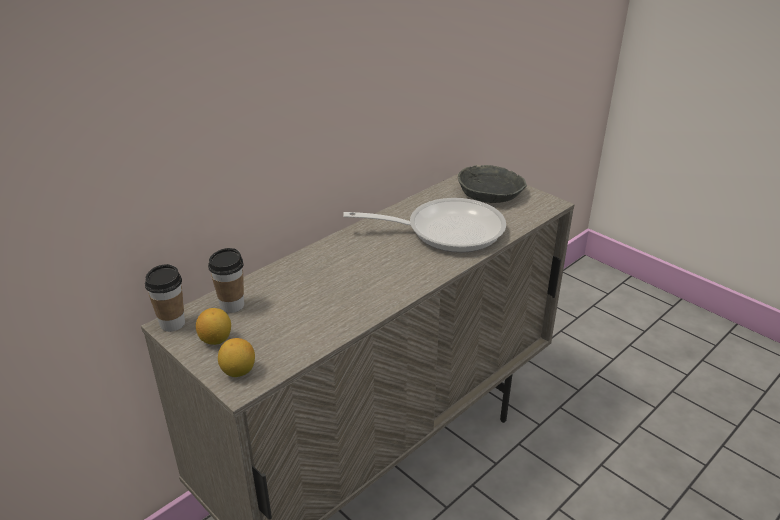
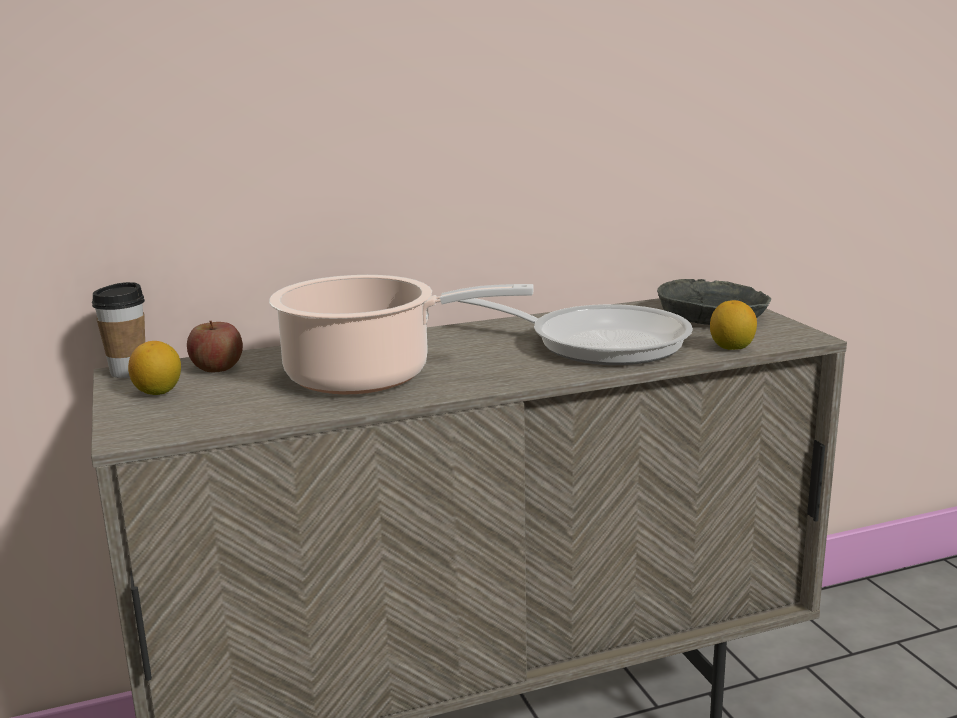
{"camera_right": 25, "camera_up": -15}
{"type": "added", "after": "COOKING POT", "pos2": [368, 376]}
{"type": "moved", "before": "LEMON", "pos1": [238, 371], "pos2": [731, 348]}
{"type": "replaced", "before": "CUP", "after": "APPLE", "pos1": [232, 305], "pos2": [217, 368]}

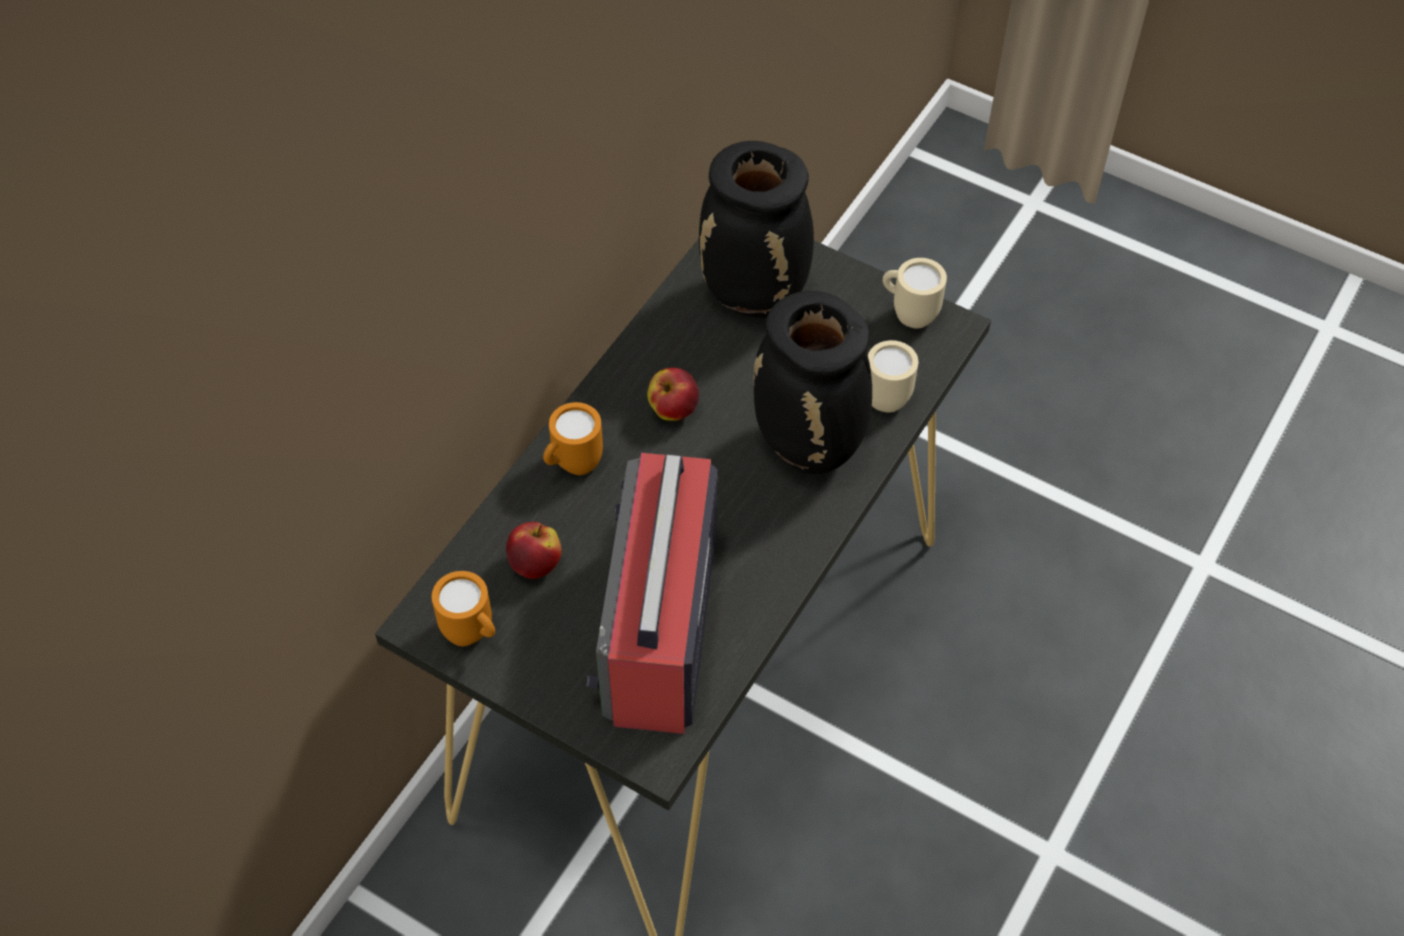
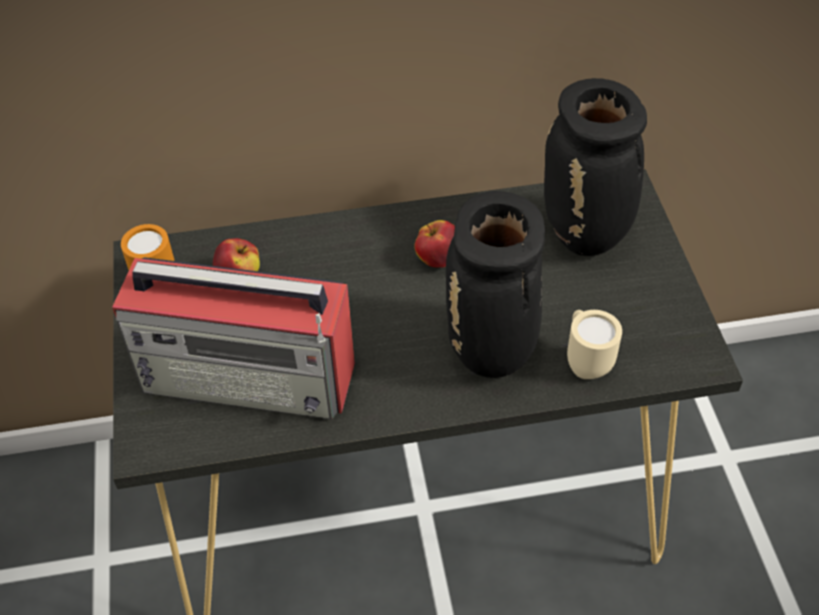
{"camera_right": 50, "camera_up": -5}
{"type": "removed", "before": "ORANGE MUG", "pos1": [572, 465]}
{"type": "removed", "before": "BEIGE MUG", "pos1": [908, 314]}
{"type": "turned", "before": "RADIO", "pos1": [660, 630], "pos2": [250, 376], "turn": -135}

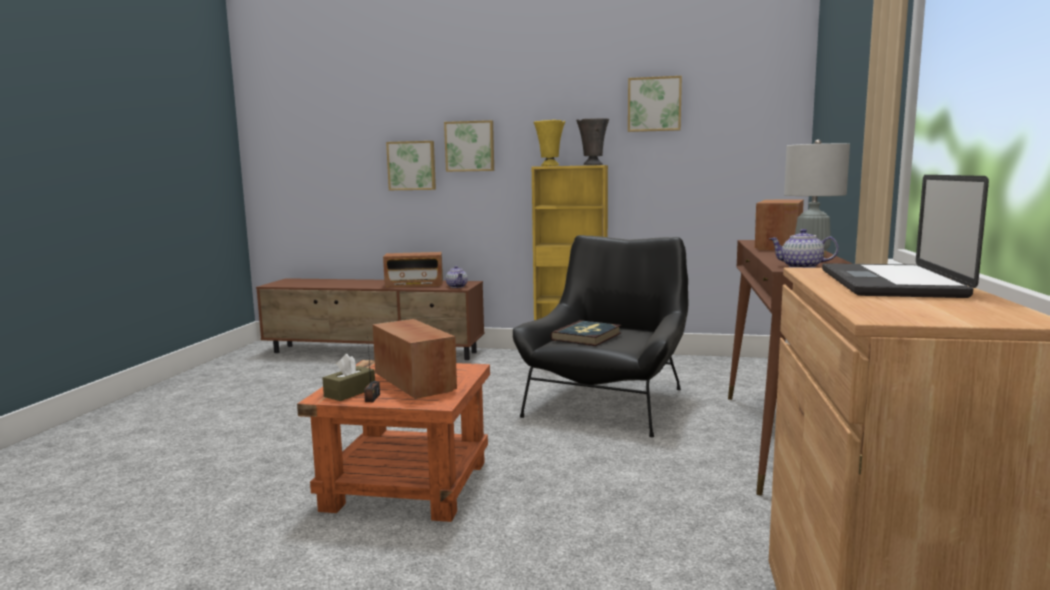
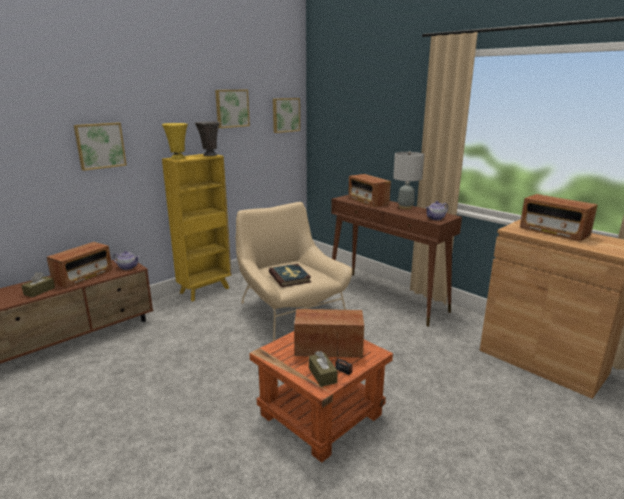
{"camera_right": -55, "camera_up": 10}
{"type": "added", "after": "BROWN TISSUE BOX", "pos2": [39, 291]}
{"type": "moved", "before": "PICTURE", "pos1": [412, 165], "pos2": [285, 115]}
{"type": "replaced", "before": "LAPTOP", "after": "RADIO", "pos1": [889, 283], "pos2": [553, 232]}
{"type": "recoloured", "before": "BLACK ARMCHAIR", "after": "BEIGE ARMCHAIR", "pos1": [608, 402], "pos2": [290, 311]}

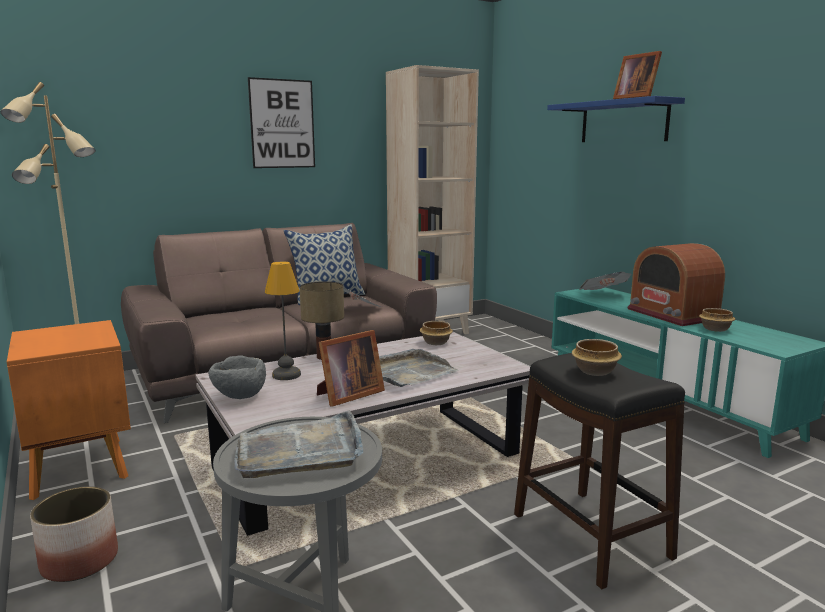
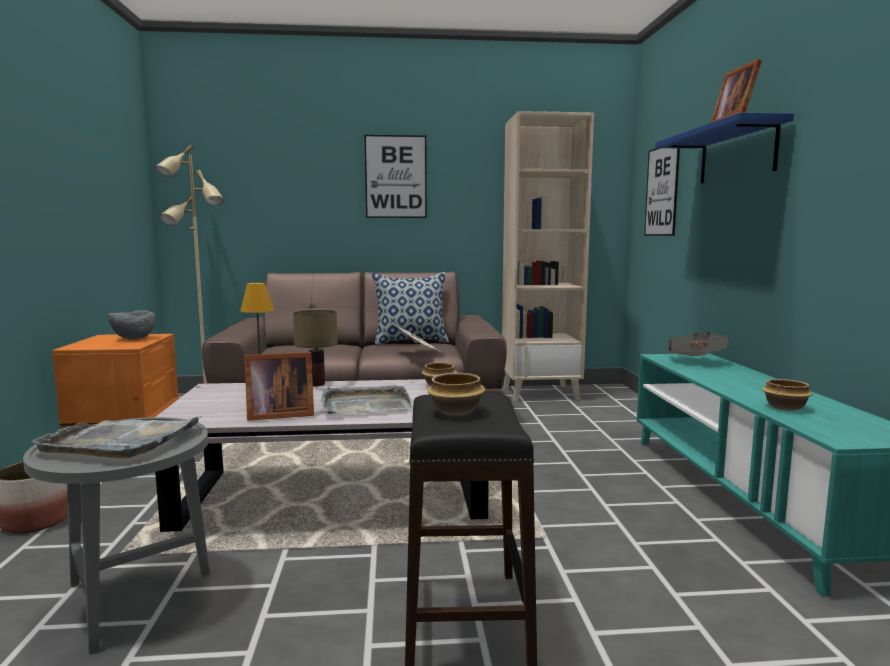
{"camera_right": 25, "camera_up": -5}
{"type": "removed", "before": "RADIO", "pos1": [672, 314]}
{"type": "added", "after": "PICTURE", "pos2": [662, 191]}
{"type": "moved", "before": "GREY BOWL", "pos1": [239, 396], "pos2": [133, 339]}

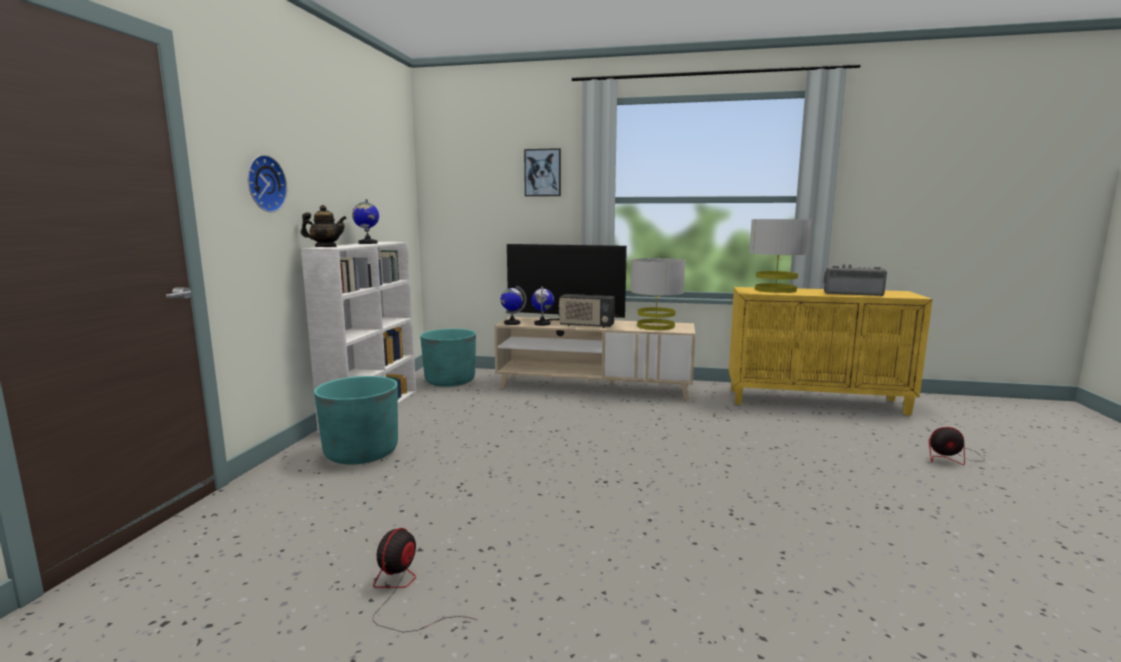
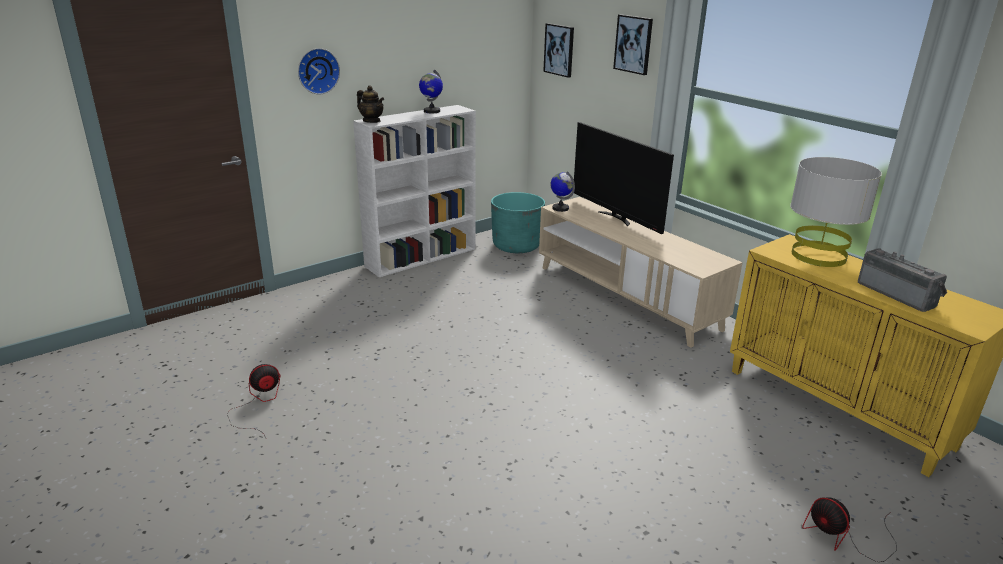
{"camera_right": 40, "camera_up": 15}
{"type": "removed", "before": "TURQUOISE PLANTER", "pos1": [361, 453]}
{"type": "removed", "before": "GLOBE", "pos1": [542, 324]}
{"type": "removed", "before": "RADIO", "pos1": [586, 326]}
{"type": "removed", "before": "GREY TABLE LAMP", "pos1": [655, 326]}
{"type": "added", "after": "PICTURE", "pos2": [559, 50]}

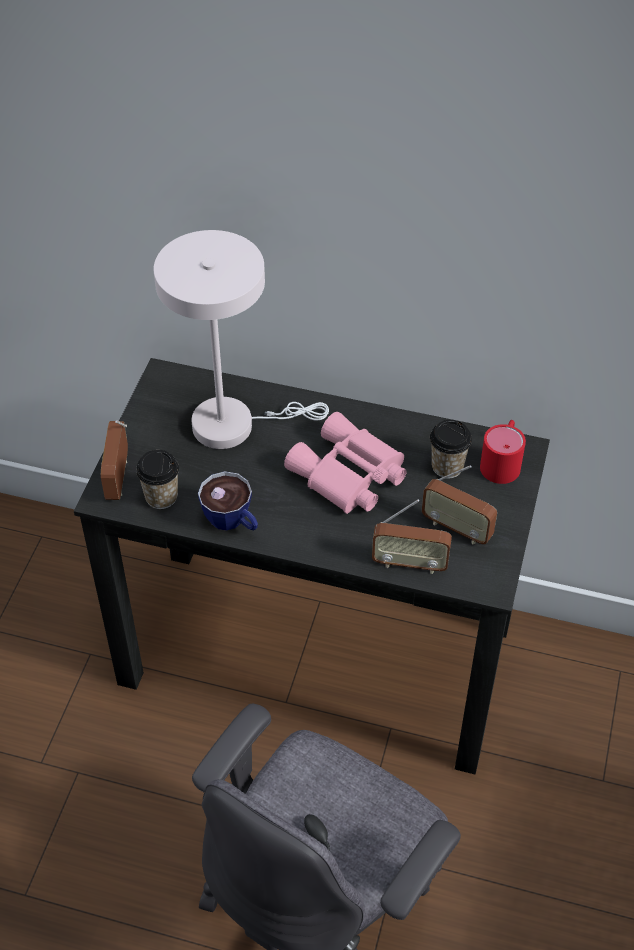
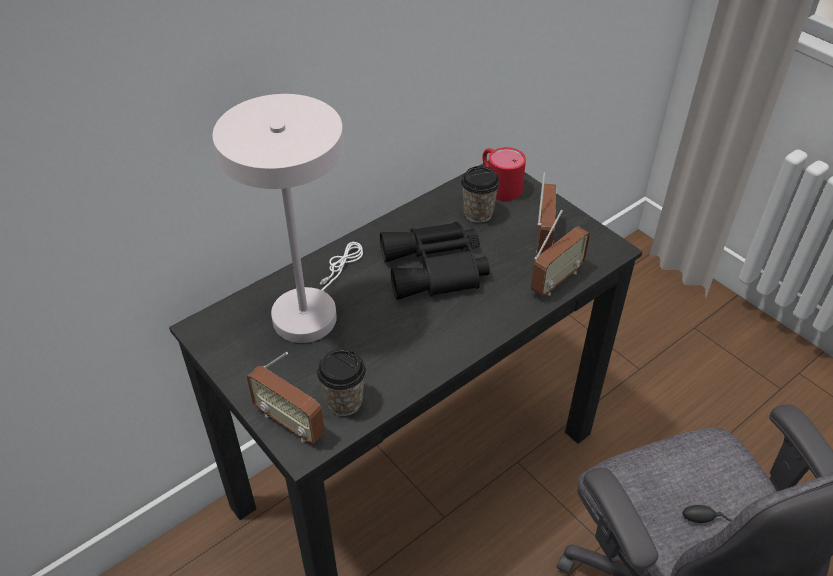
{"camera_right": -55, "camera_up": -5}
{"type": "removed", "before": "CUP", "pos1": [233, 522]}
{"type": "recoloured", "before": "PINK BINOCULARS", "after": "BLACK BINOCULARS", "pos1": [348, 476], "pos2": [436, 270]}
{"type": "turned", "before": "RADIO", "pos1": [457, 528], "pos2": [542, 238], "turn": -60}

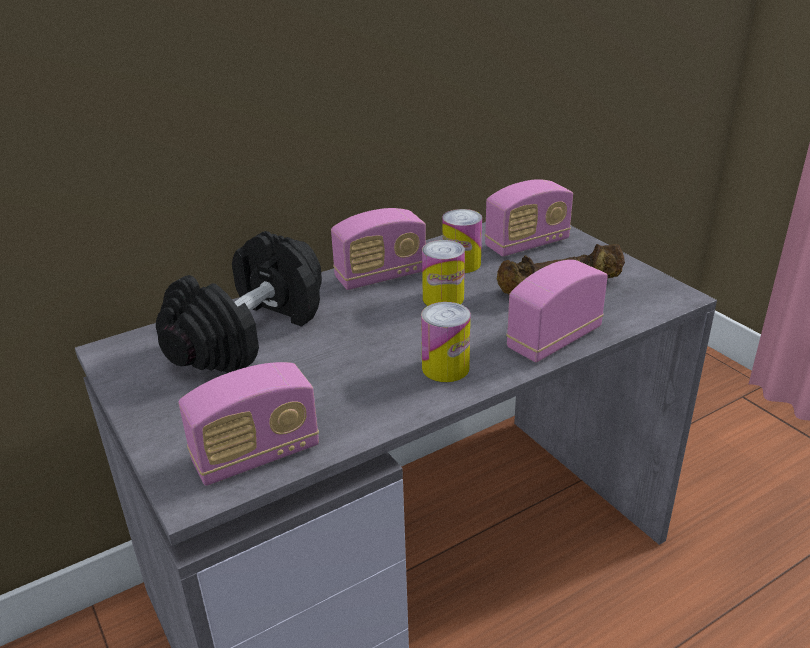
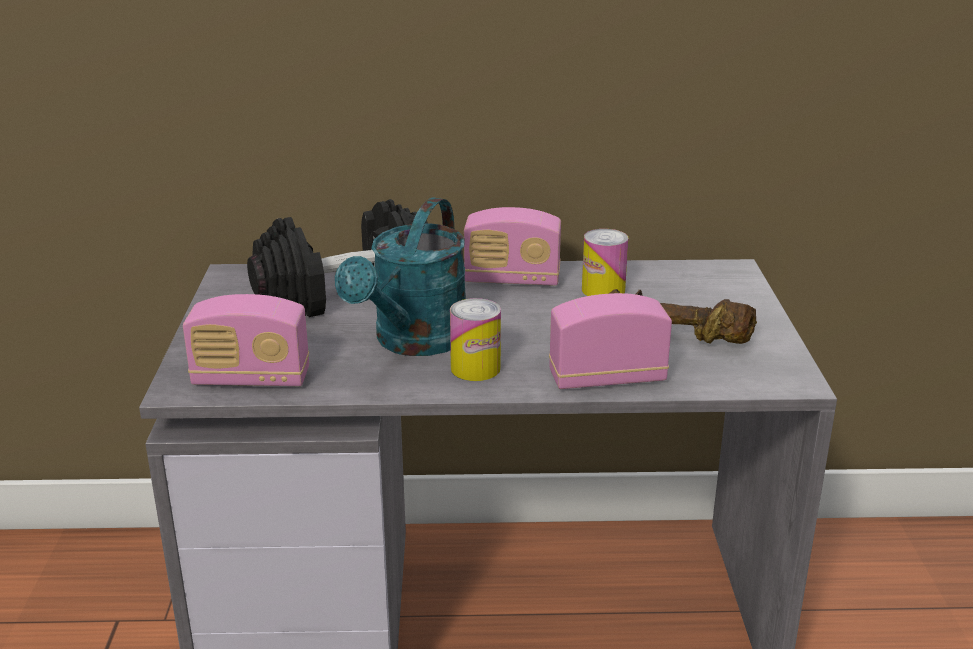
{"camera_right": 30, "camera_up": -5}
{"type": "removed", "before": "CAN", "pos1": [443, 298]}
{"type": "removed", "before": "RADIO", "pos1": [527, 244]}
{"type": "added", "after": "TURQUOISE WATERING CAN", "pos2": [414, 342]}

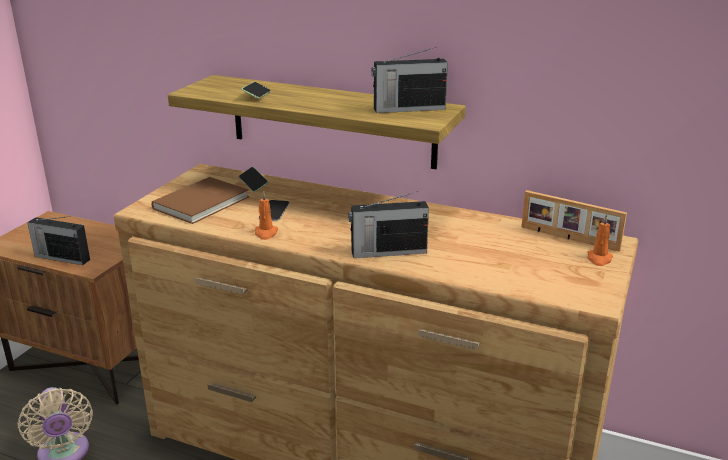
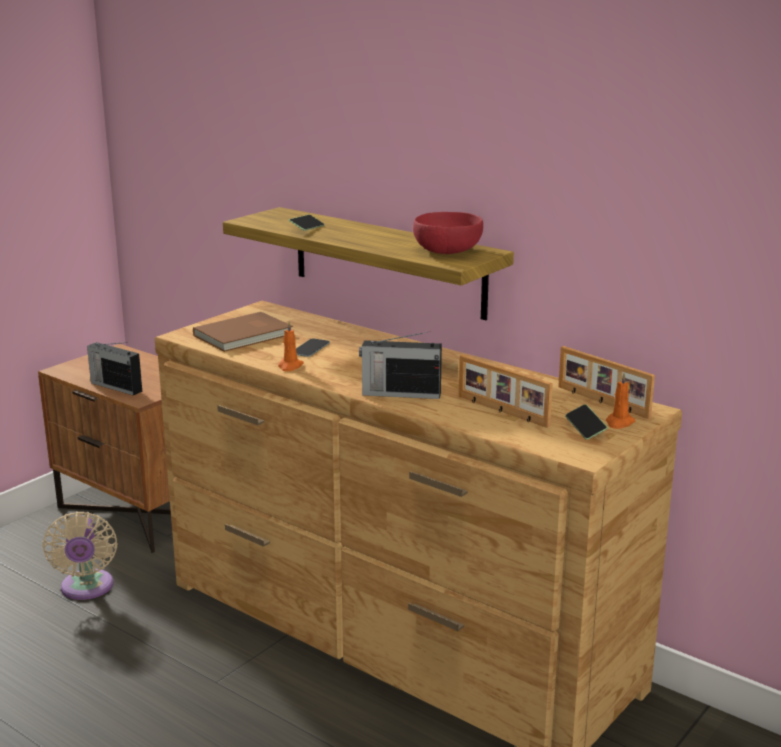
{"camera_right": 15, "camera_up": -5}
{"type": "added", "after": "PICTURE FRAME", "pos2": [501, 411]}
{"type": "moved", "before": "PHONE", "pos1": [253, 184], "pos2": [585, 429]}
{"type": "replaced", "before": "RADIO", "after": "RED BOWL", "pos1": [407, 109], "pos2": [448, 250]}

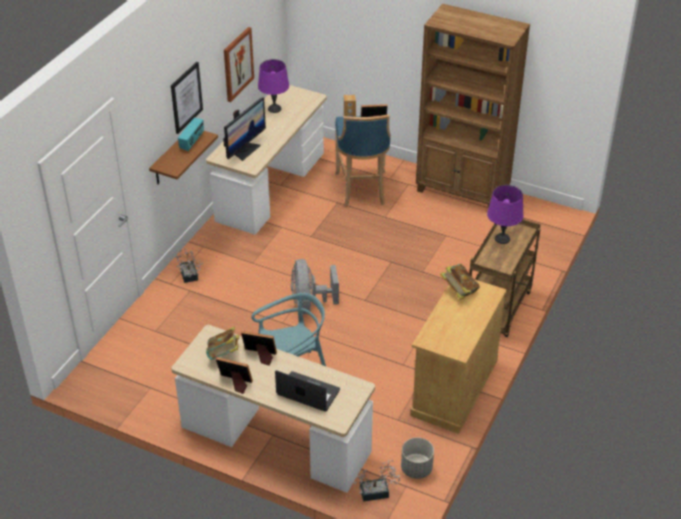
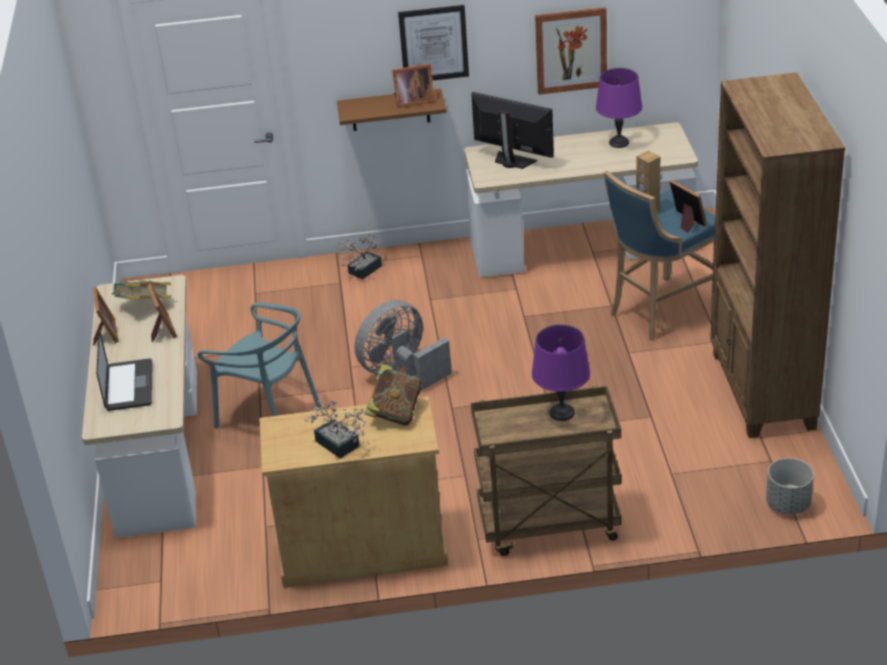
{"camera_right": 60, "camera_up": -5}
{"type": "moved", "before": "POTTED PLANT", "pos1": [378, 492], "pos2": [340, 446]}
{"type": "moved", "before": "GREY PLANTER", "pos1": [416, 469], "pos2": [788, 504]}
{"type": "replaced", "before": "RADIO", "after": "PICTURE FRAME", "pos1": [192, 142], "pos2": [412, 101]}
{"type": "turned", "before": "MONITOR", "pos1": [245, 150], "pos2": [512, 161], "turn": -150}

